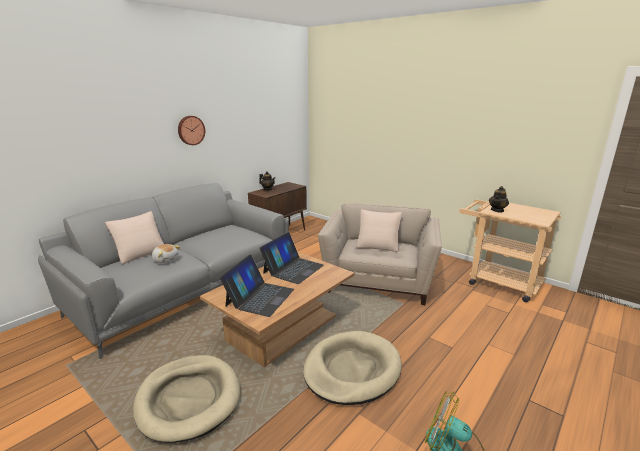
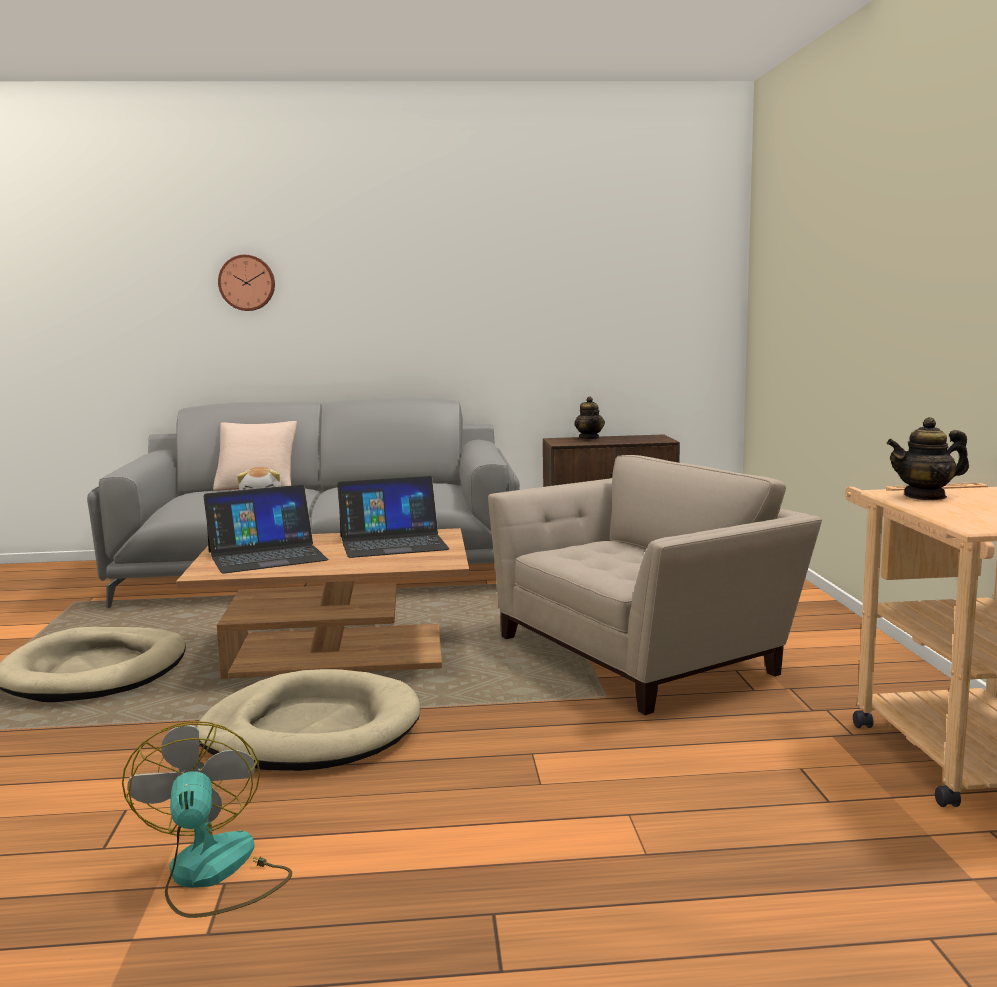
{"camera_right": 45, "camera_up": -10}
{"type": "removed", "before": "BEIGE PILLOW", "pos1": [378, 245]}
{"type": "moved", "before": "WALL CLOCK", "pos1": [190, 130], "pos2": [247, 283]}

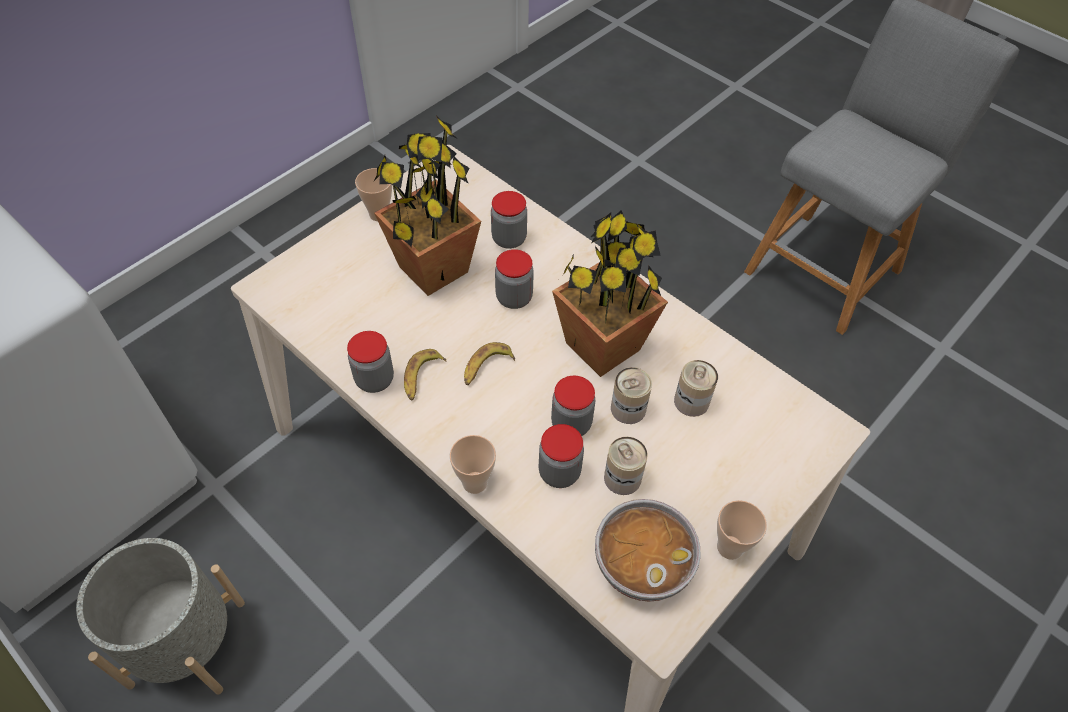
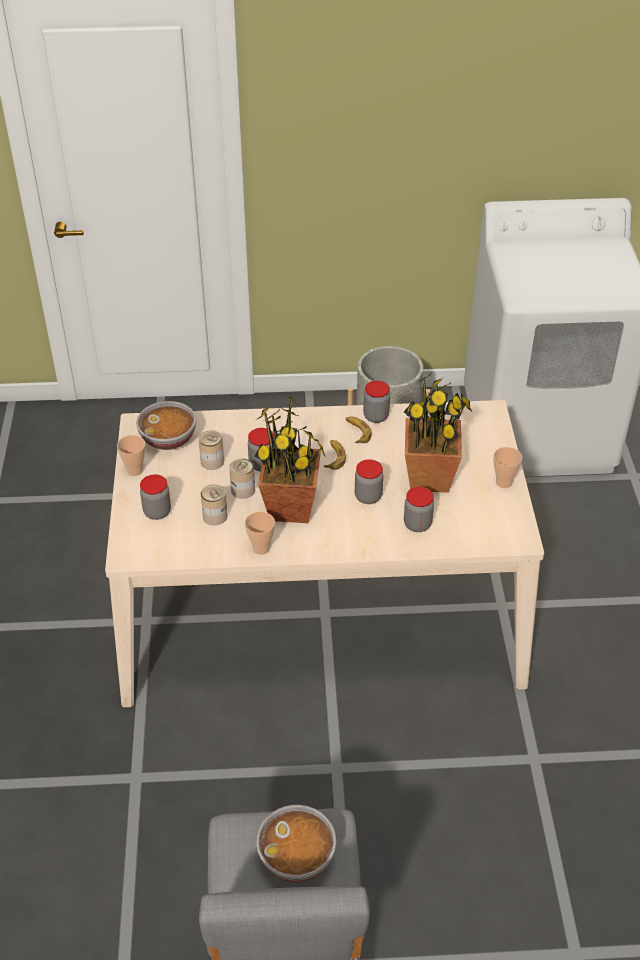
{"camera_right": 135, "camera_up": -10}
{"type": "added", "after": "BOWL", "pos2": [297, 857]}
{"type": "moved", "before": "CUP", "pos1": [475, 482], "pos2": [261, 548]}
{"type": "moved", "before": "JAR", "pos1": [559, 472], "pos2": [157, 512]}

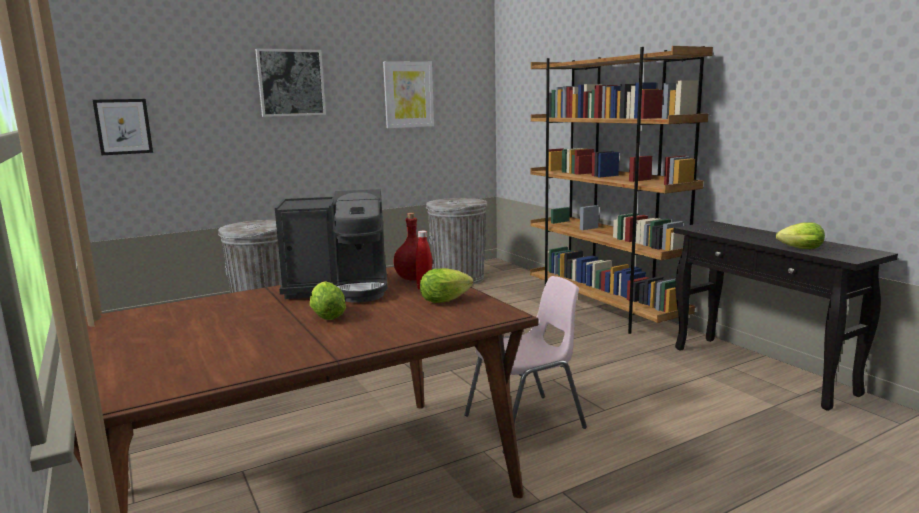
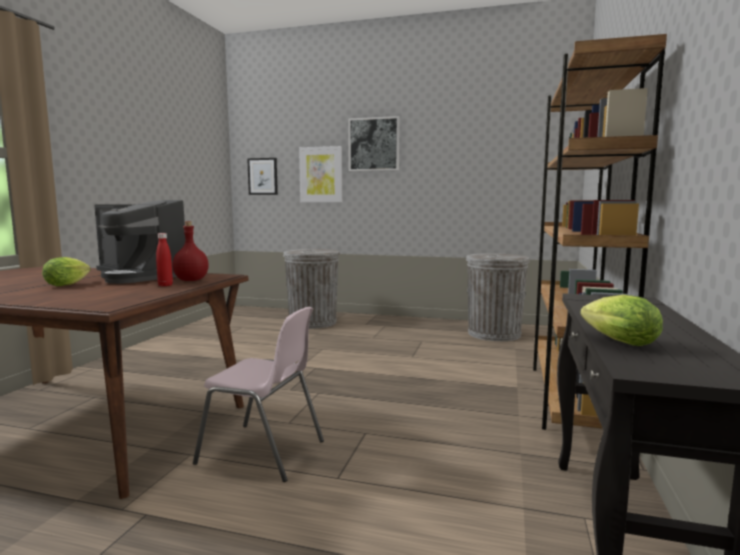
{"camera_right": 45, "camera_up": -5}
{"type": "removed", "before": "LETTUCE", "pos1": [447, 300]}
{"type": "moved", "before": "PICTURE", "pos1": [408, 94], "pos2": [321, 174]}

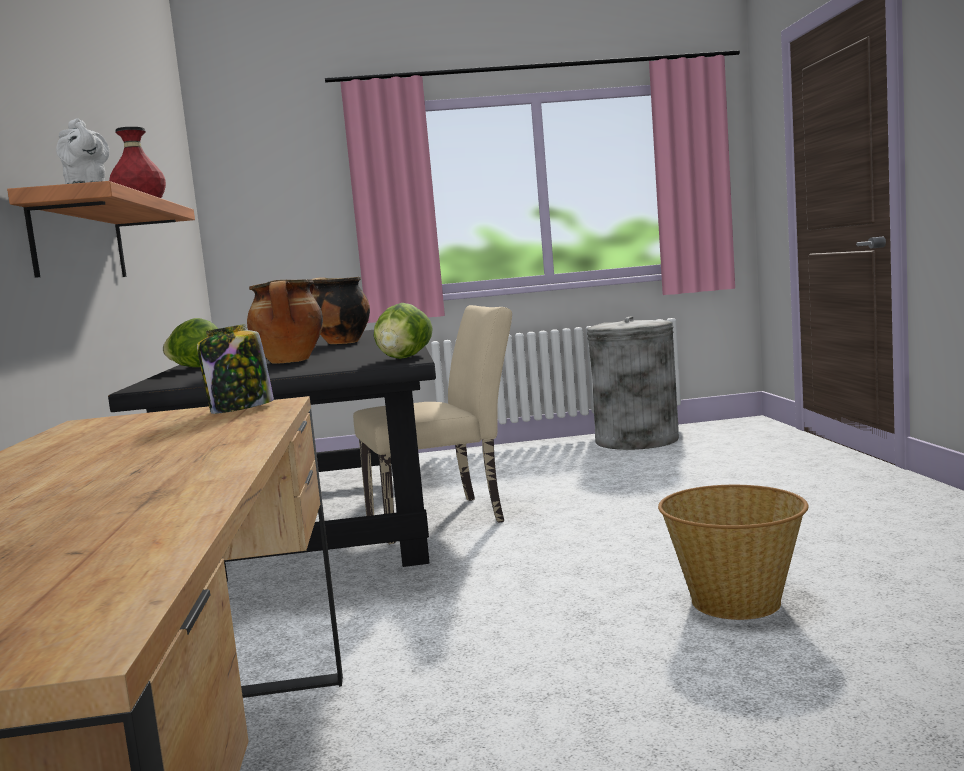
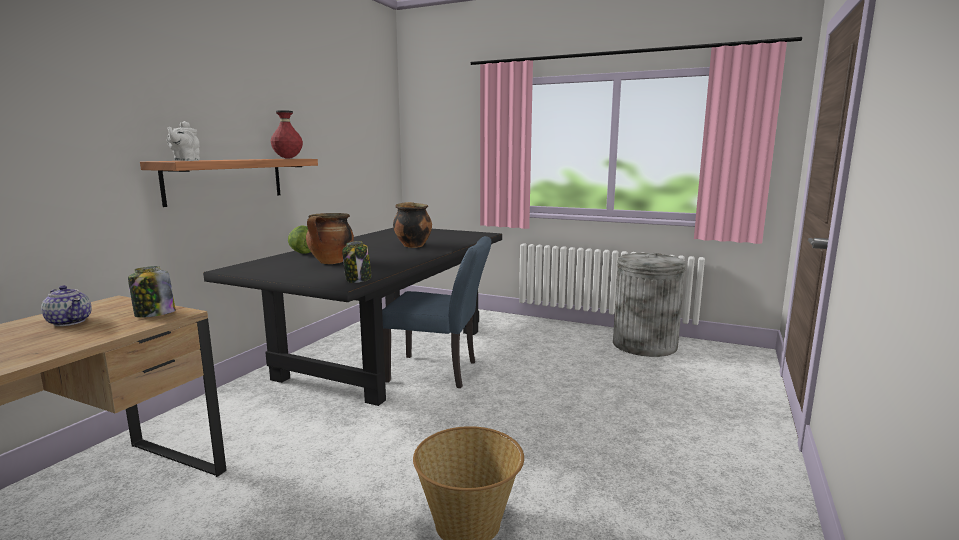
{"camera_right": 30, "camera_up": 5}
{"type": "added", "after": "TEAPOT", "pos2": [69, 321]}
{"type": "replaced", "before": "LETTUCE", "after": "JAR", "pos1": [404, 358], "pos2": [358, 279]}
{"type": "recoloured", "before": "BEIGE CHAIR", "after": "BLUE CHAIR", "pos1": [445, 517], "pos2": [439, 372]}

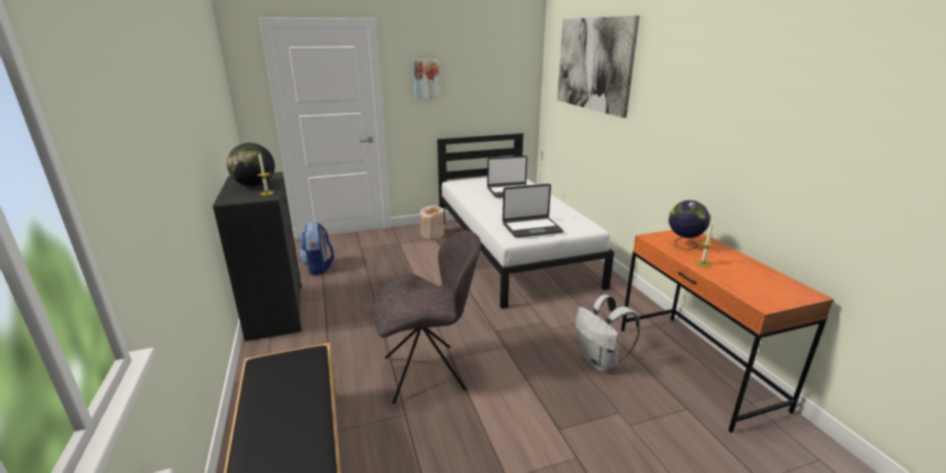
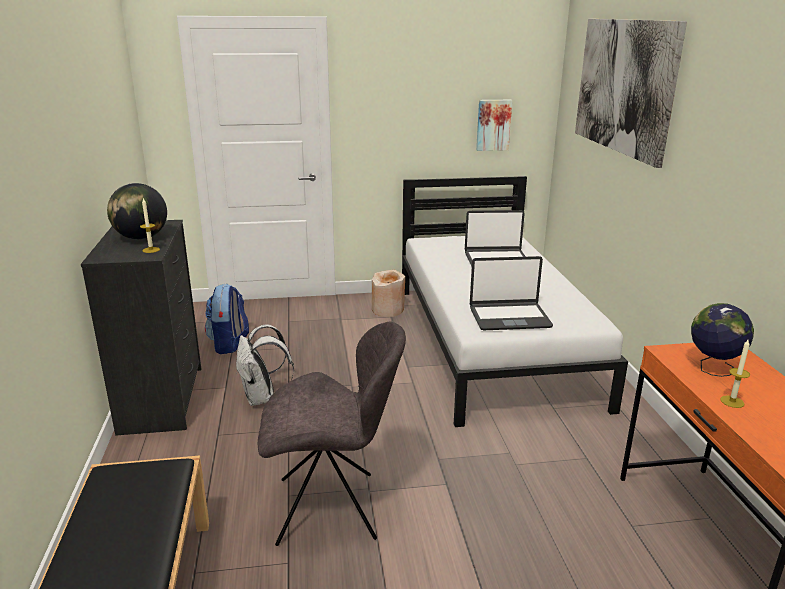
{"camera_right": 10, "camera_up": 0}
{"type": "moved", "before": "PICTURE", "pos1": [426, 79], "pos2": [493, 125]}
{"type": "moved", "before": "WHITE BACKPACK", "pos1": [600, 361], "pos2": [262, 398]}

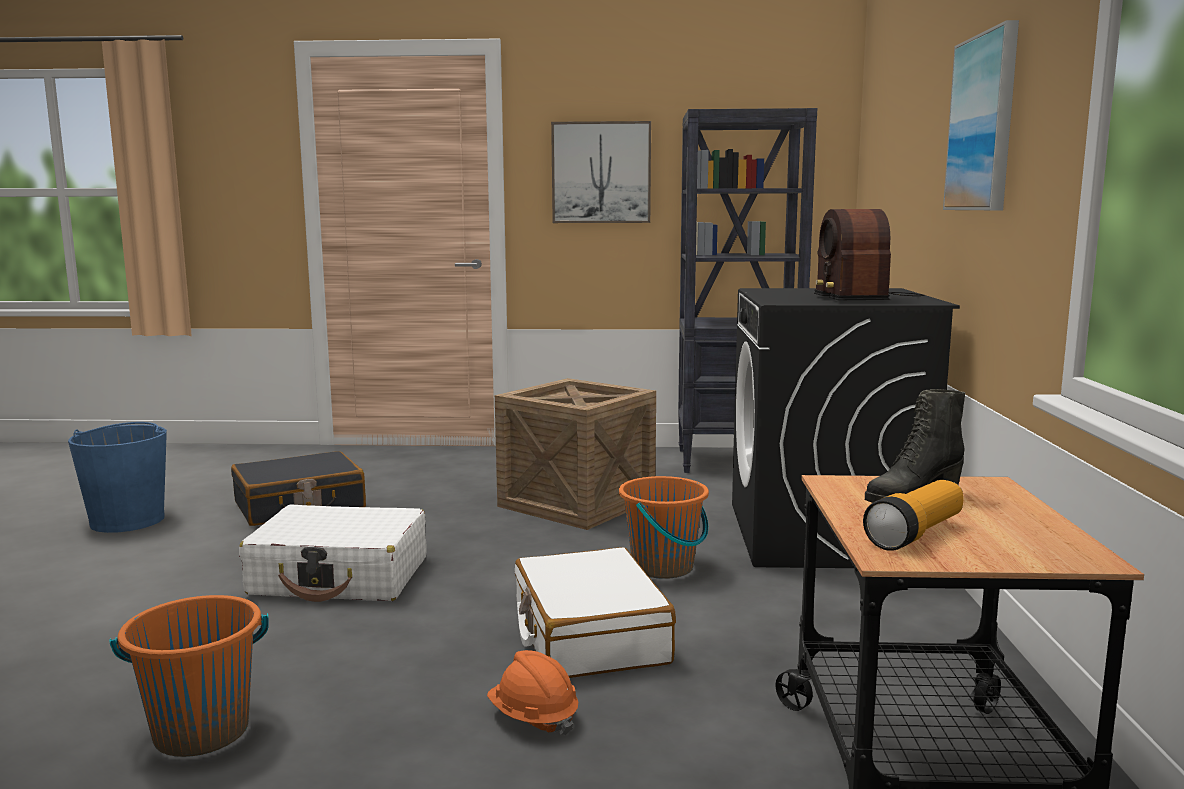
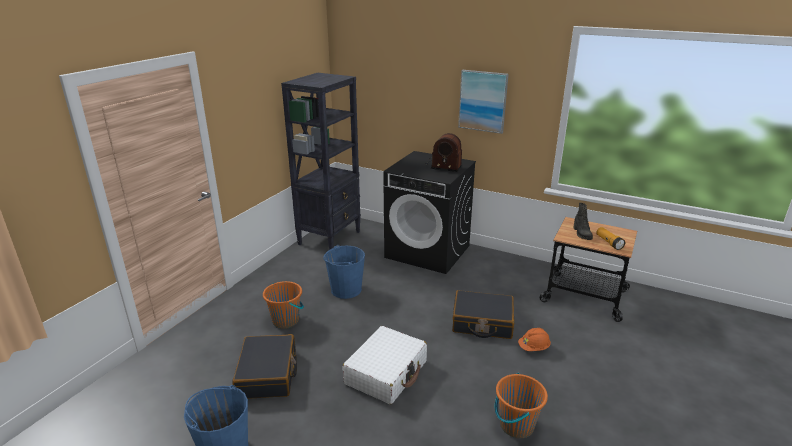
{"camera_right": -65, "camera_up": 15}
{"type": "removed", "before": "PICTURE", "pos1": [601, 172]}
{"type": "moved", "before": "ORANGE BUCKET", "pos1": [663, 567], "pos2": [286, 321]}
{"type": "replaced", "before": "CRATE", "after": "BLUE BUCKET", "pos1": [577, 503], "pos2": [346, 290]}
{"type": "recoloured", "before": "WHITE SUITCASE", "after": "BLACK SUITCASE", "pos1": [589, 636], "pos2": [482, 322]}

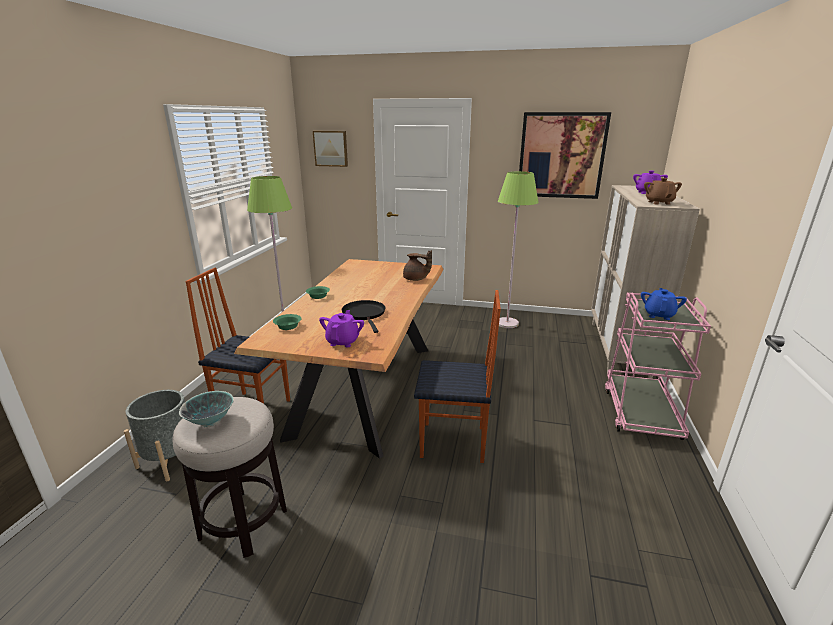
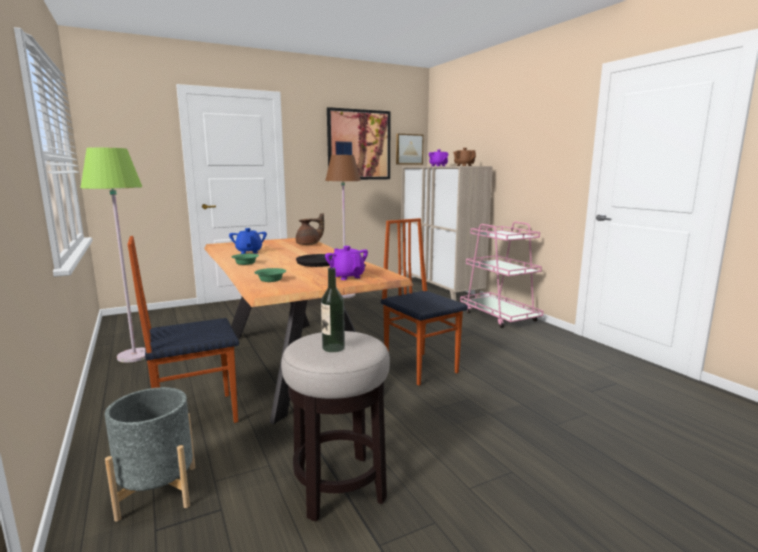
{"camera_right": -40, "camera_up": -10}
{"type": "moved", "before": "PICTURE", "pos1": [331, 148], "pos2": [408, 149]}
{"type": "moved", "before": "BLUE TEAPOT", "pos1": [659, 315], "pos2": [249, 252]}
{"type": "replaced", "before": "BOWL", "after": "BOTTLE", "pos1": [211, 422], "pos2": [333, 348]}
{"type": "recoloured", "before": "GREEN FLOOR LAMP", "after": "BROWN FLOOR LAMP", "pos1": [507, 323], "pos2": [345, 295]}
{"type": "turned", "before": "CHAIR", "pos1": [453, 443], "pos2": [421, 367], "turn": -90}

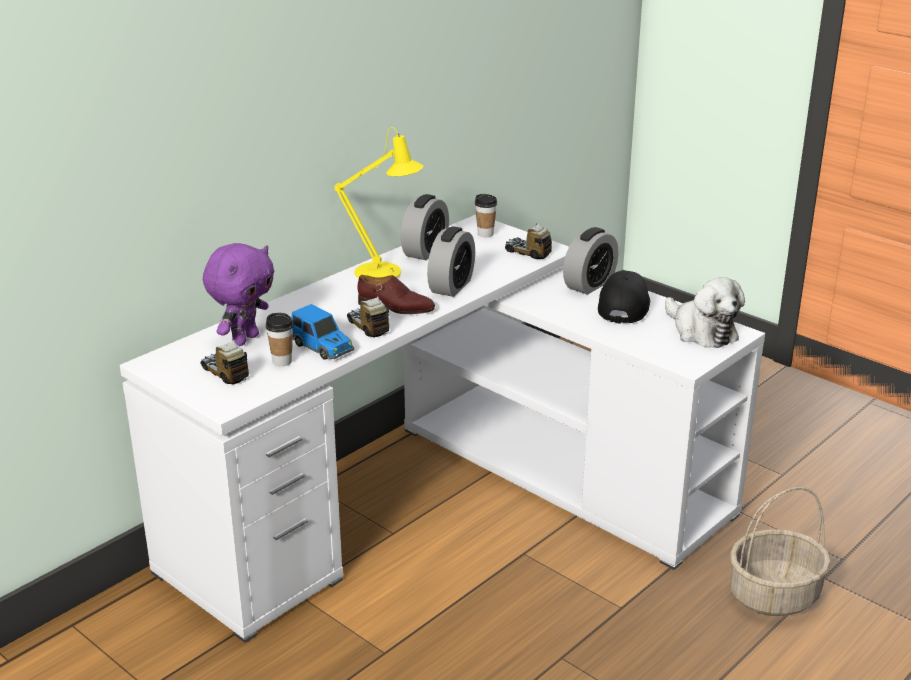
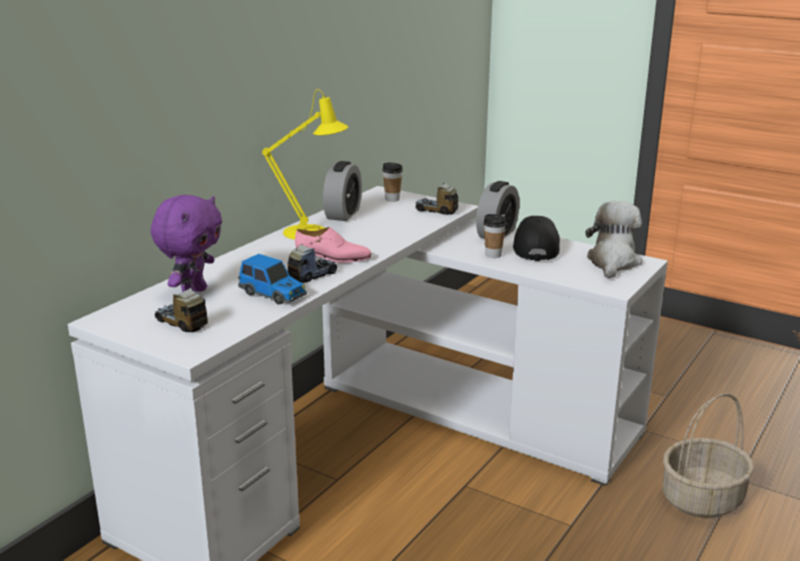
{"camera_right": -10, "camera_up": -5}
{"type": "removed", "before": "ALARM CLOCK", "pos1": [451, 286]}
{"type": "moved", "before": "CUP", "pos1": [282, 361], "pos2": [493, 255]}
{"type": "recoloured", "before": "BROWN SHOE", "after": "PINK SHOE", "pos1": [396, 308], "pos2": [333, 258]}
{"type": "turned", "before": "TOY TRUCK", "pos1": [368, 327], "pos2": [312, 275], "turn": 90}
{"type": "turned", "before": "PLUSH TOY", "pos1": [701, 331], "pos2": [613, 262], "turn": -120}

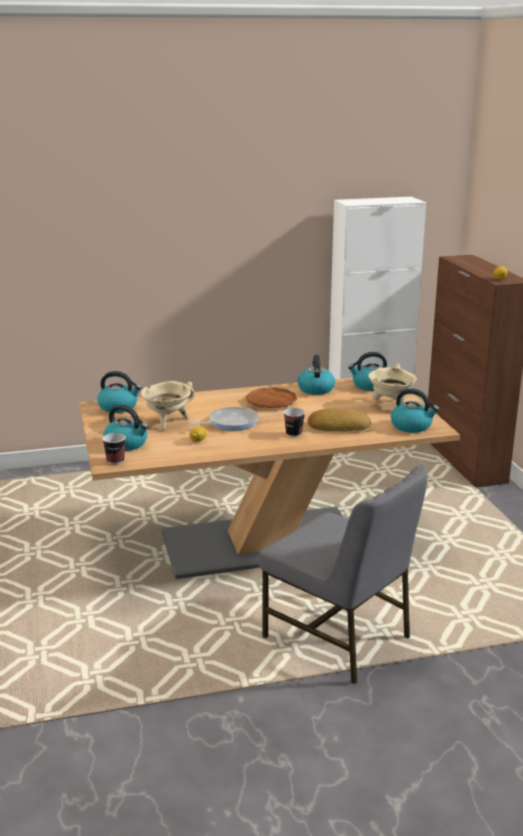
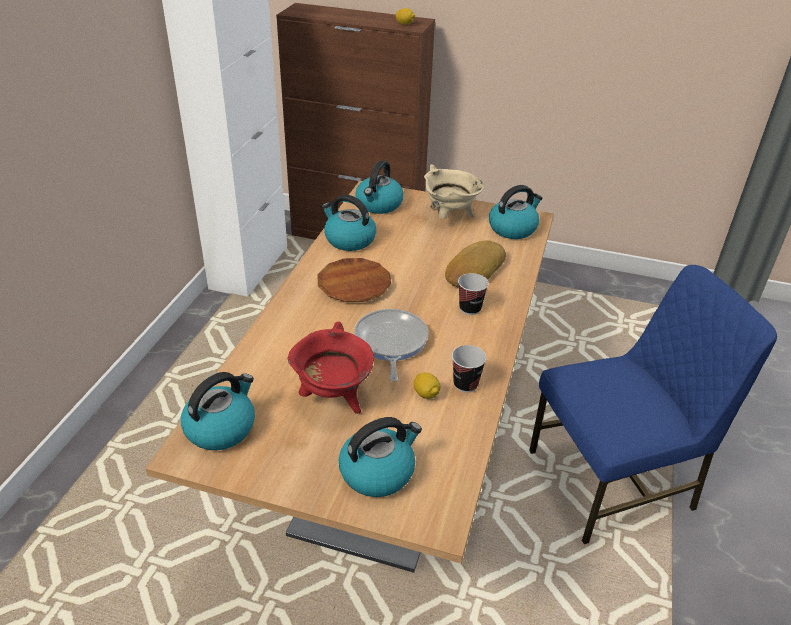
{"camera_right": -60, "camera_up": 15}
{"type": "moved", "before": "CUP", "pos1": [115, 461], "pos2": [465, 384]}
{"type": "recoloured", "before": "BEIGE COOKING POT", "after": "RED COOKING POT", "pos1": [167, 422], "pos2": [333, 398]}
{"type": "recoloured", "before": "GREY CHAIR", "after": "BLUE CHAIR", "pos1": [339, 638], "pos2": [614, 481]}

